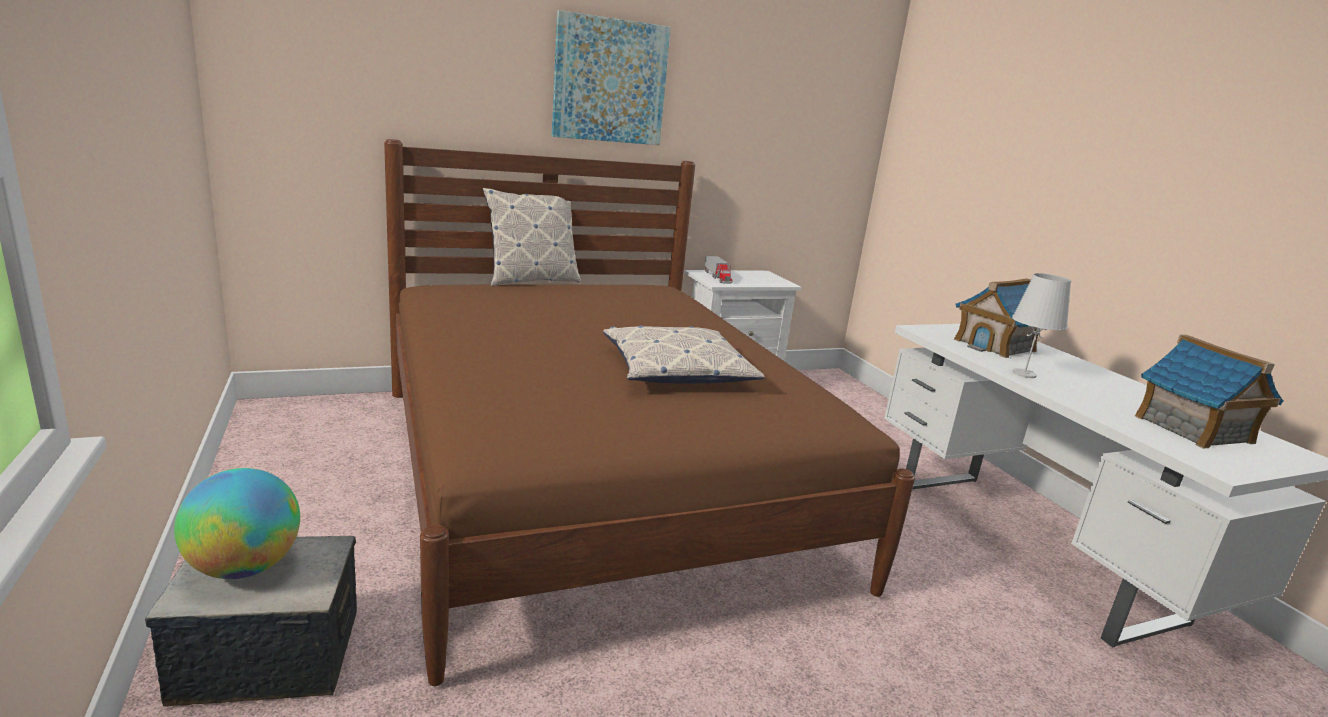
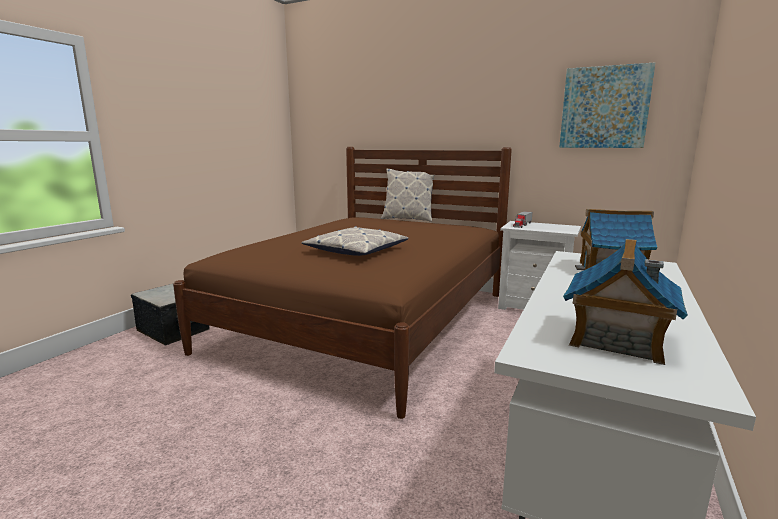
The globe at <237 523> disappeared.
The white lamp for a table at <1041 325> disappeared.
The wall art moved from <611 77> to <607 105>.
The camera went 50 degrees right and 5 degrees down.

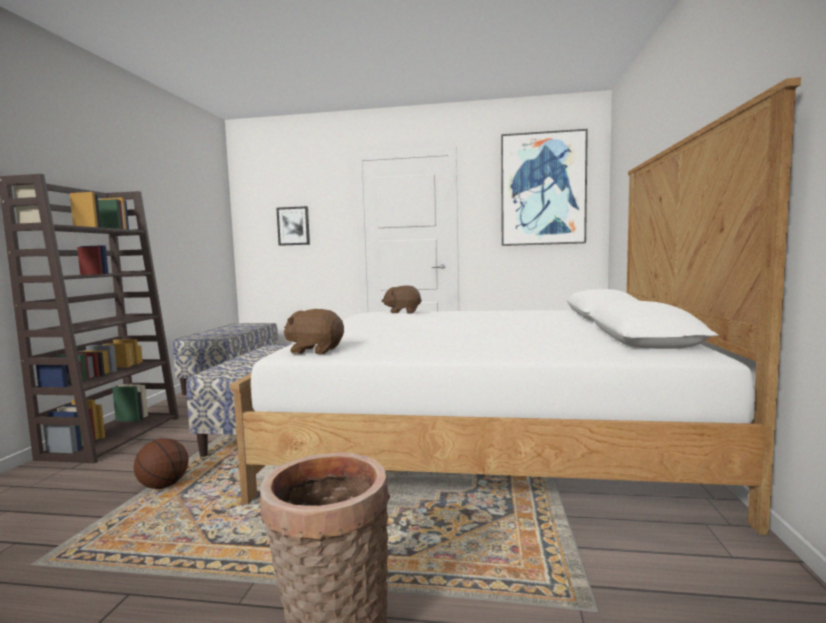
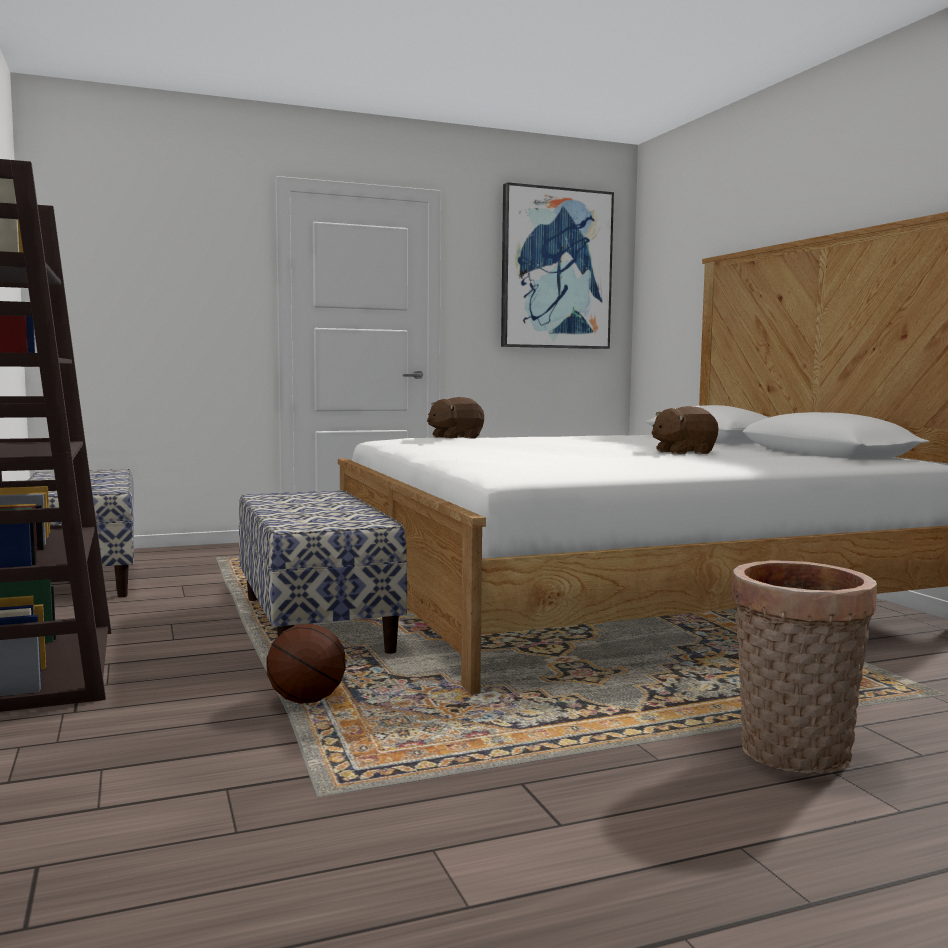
The wall art at <293 226> disappeared.
The brownish soft toy moved from <314 331> to <684 430>.
The camera went 30 degrees left and 0 degrees up.

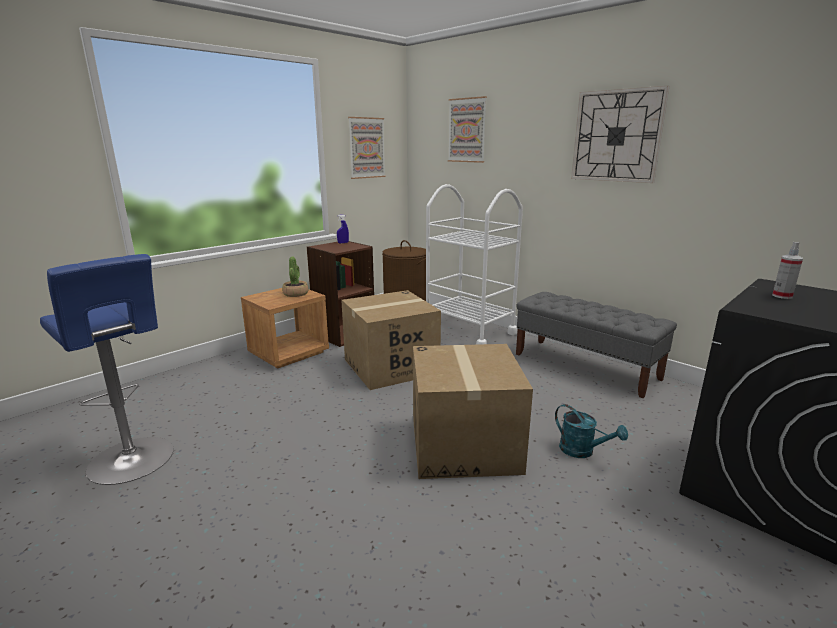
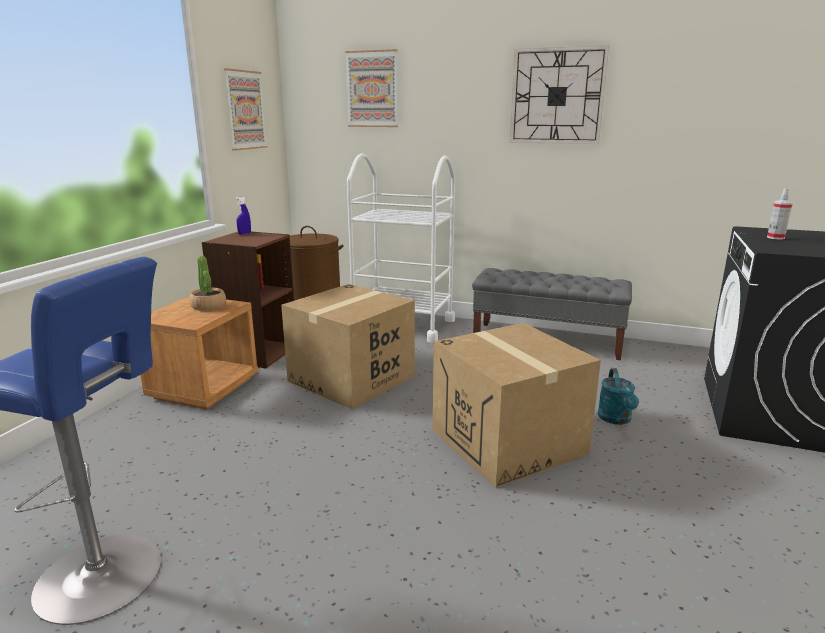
The turquoise sprinkling can at <591 431> turned 75 degrees clockwise.
The camera went 25 degrees left and 0 degrees up.

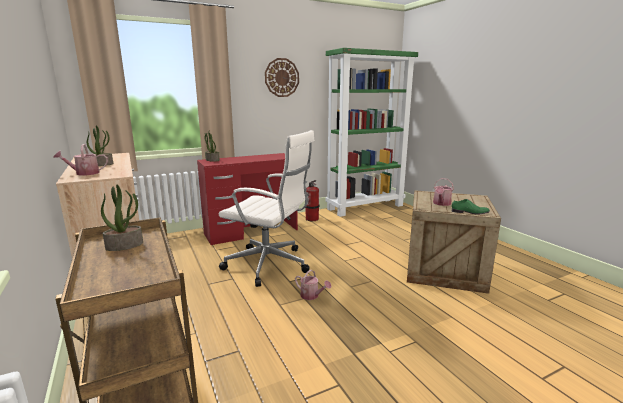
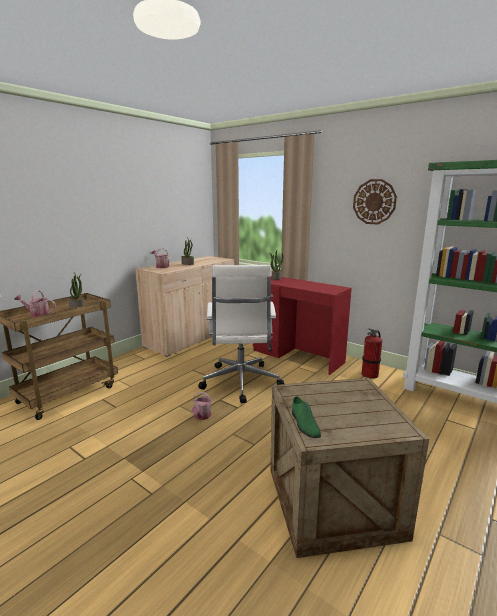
The sprinkling can moved from <443 192> to <35 304>.
The camera went 65 degrees right and 0 degrees up.

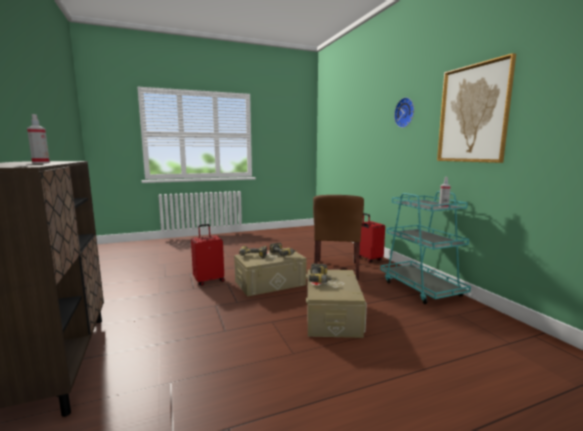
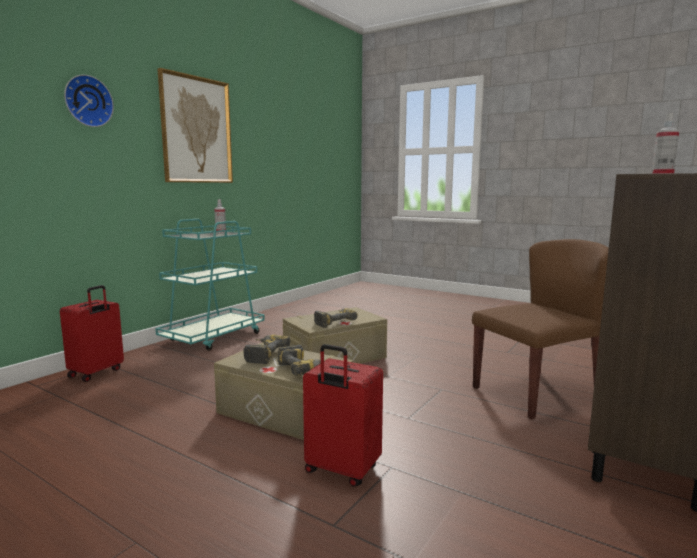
The brownish chair moved from <338 237> to <540 329>.
The camera went 125 degrees left and 0 degrees up.

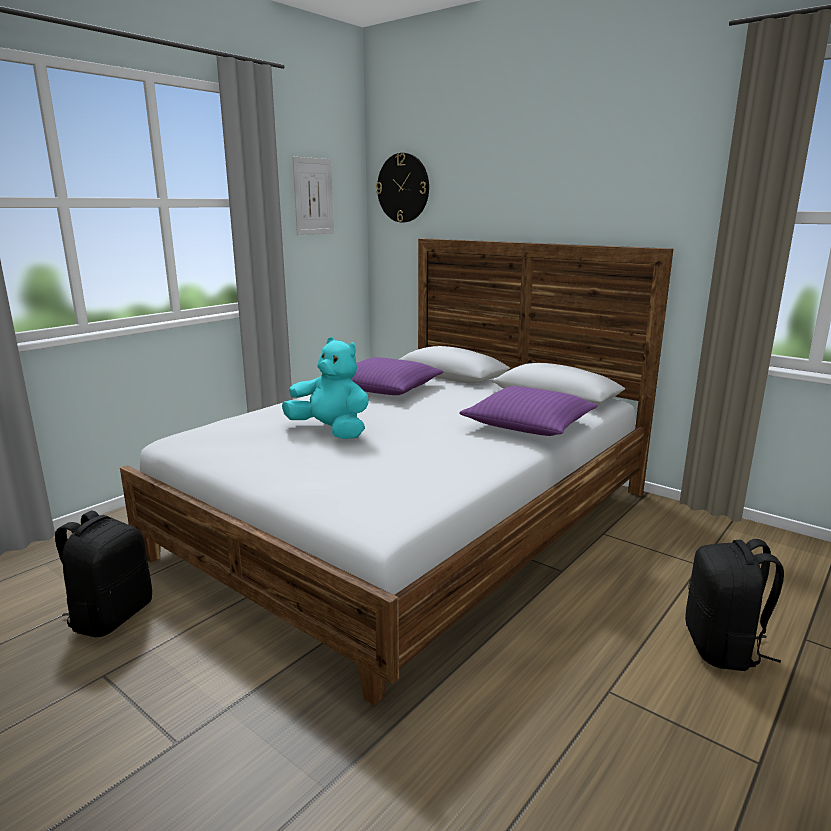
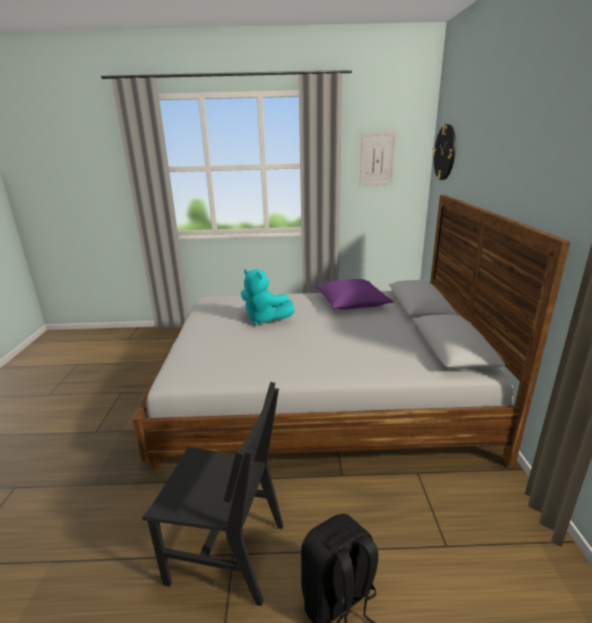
The black-coloured knapsack at <103 574> disappeared.
The purplish cushion at <528 411> disappeared.
The black-coloured chair at <212 494> appeared.
The turquoise soft toy at <325 388> turned 135 degrees clockwise.
The camera went 50 degrees right and 5 degrees up.

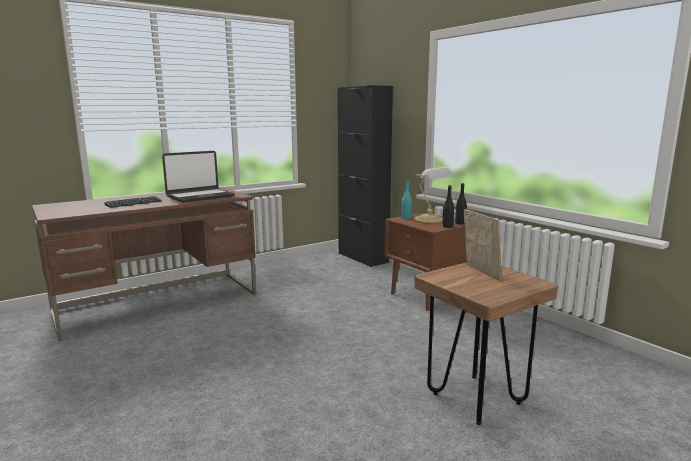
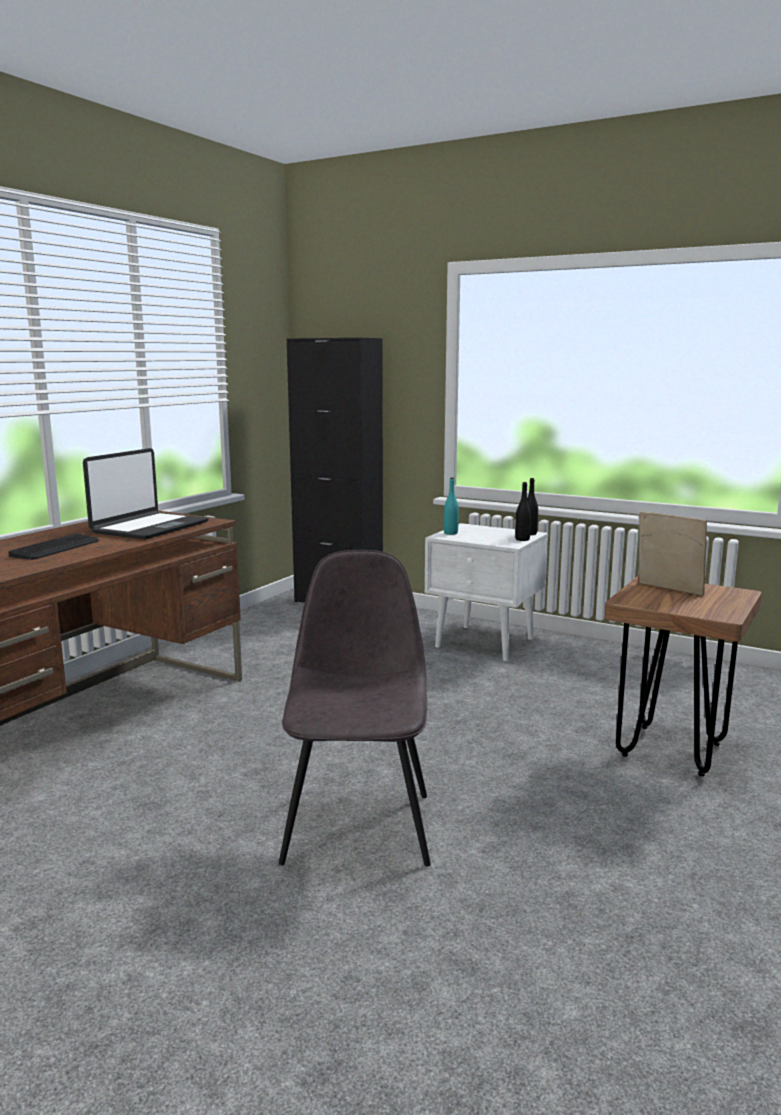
The lamp for a table at <434 195> disappeared.
The grey chair at <355 708> appeared.
The brownish bedside table at <425 261> became the white bedside table at <486 592>.
The camera went 25 degrees left and 0 degrees up.

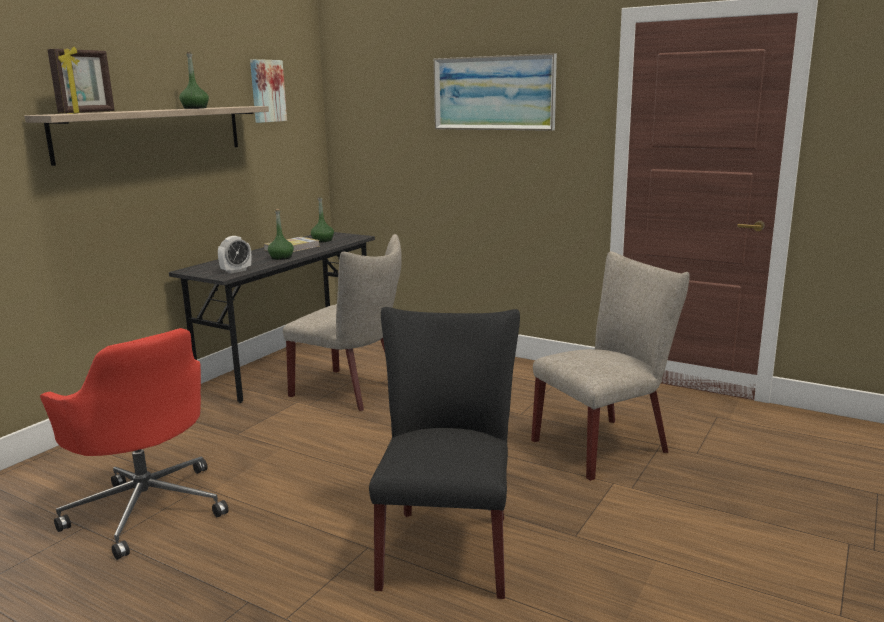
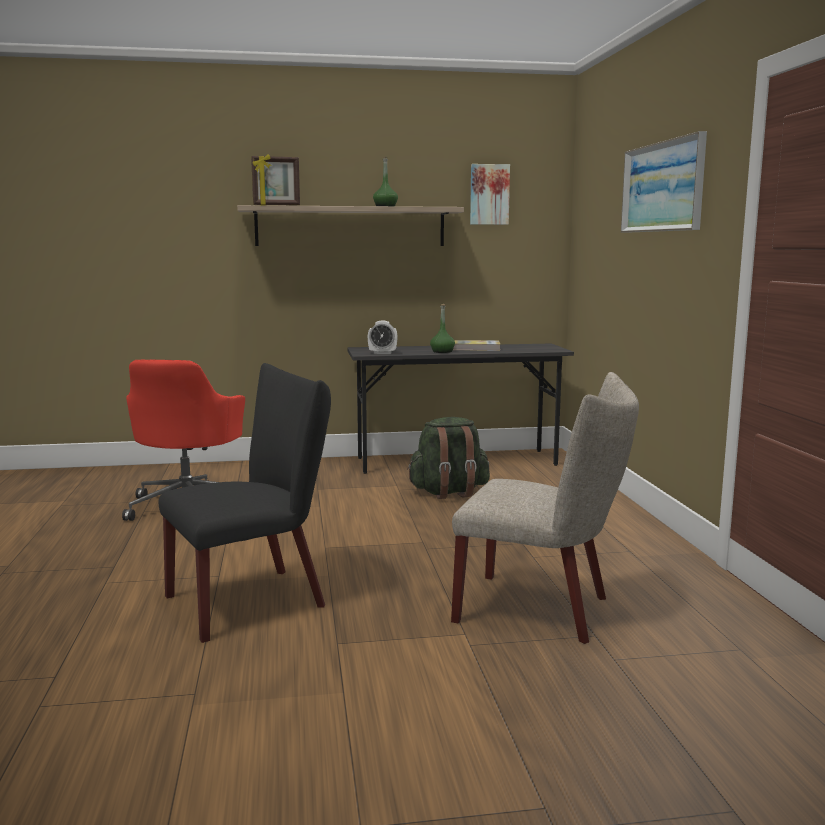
The green-coloured beverage bottle at <322 219> disappeared.
The beige chair at <342 322> was replaced by the green-coloured knapsack at <448 458>.
The camera went 50 degrees right and 5 degrees down.

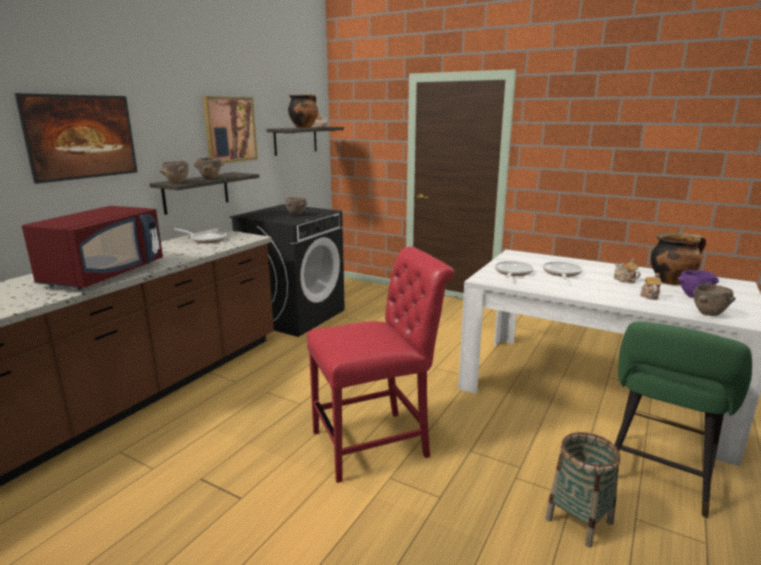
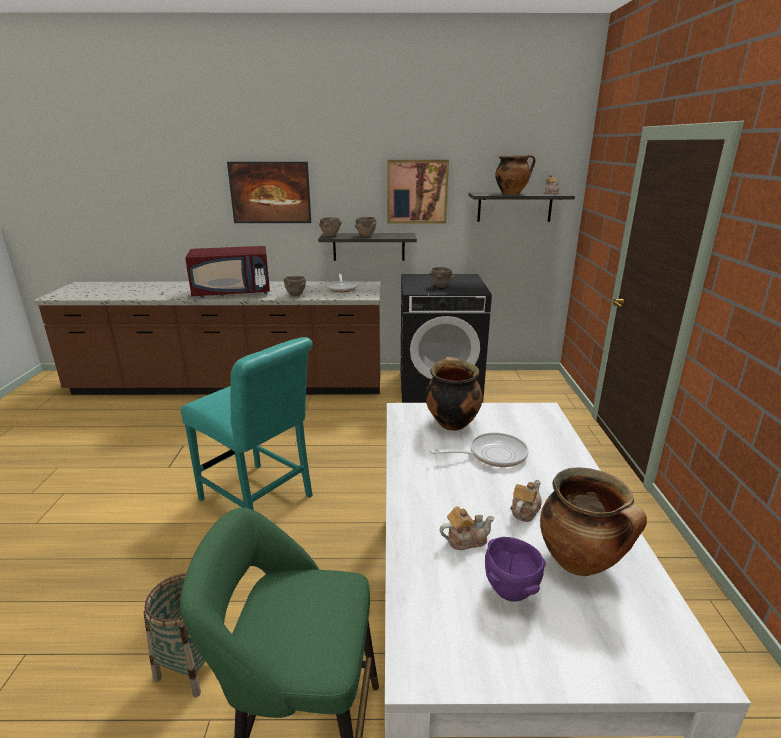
The brownish serving bowl moved from <714 300> to <294 286>.
The frying pan at <514 269> was replaced by the saucepot at <453 394>.
The reddish chair at <380 364> became the turquoise chair at <247 423>.
The camera went 60 degrees right and 5 degrees up.

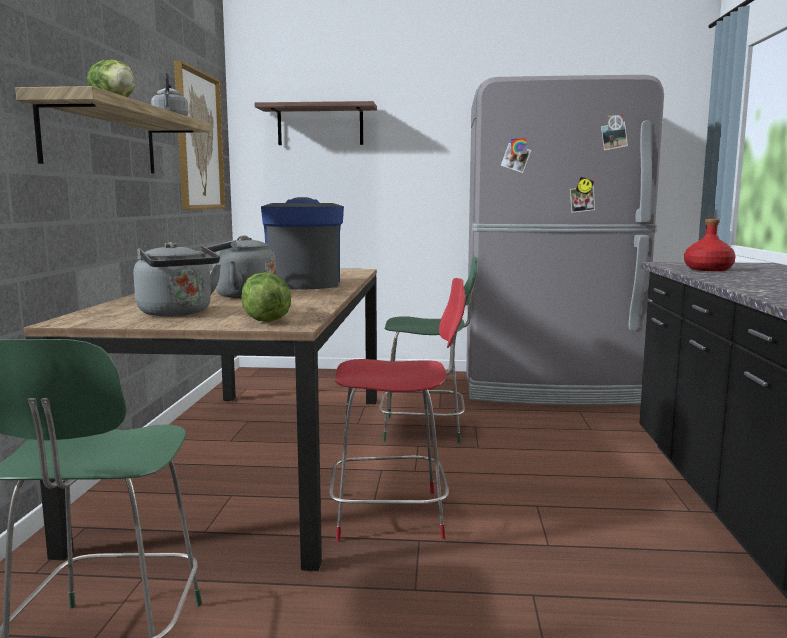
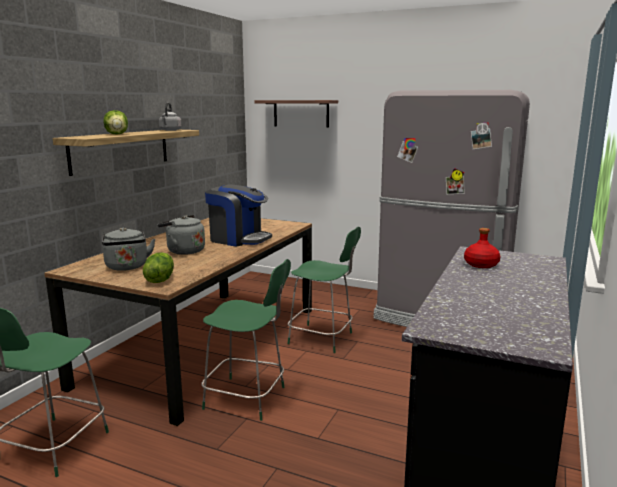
The wall art at <200 135> disappeared.
The reddish chair at <397 409> became the green-coloured chair at <246 340>.
The coffee maker at <302 243> turned 105 degrees clockwise.
The camera went 20 degrees right and 5 degrees up.

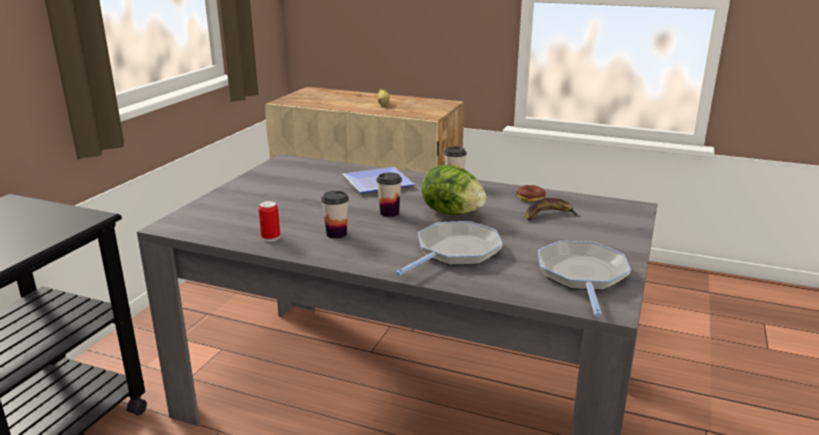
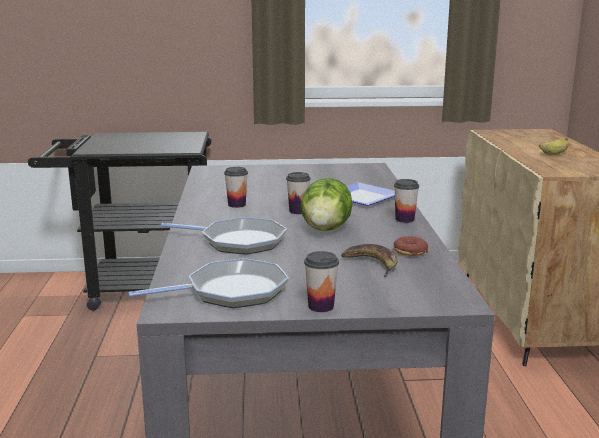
The sealed can at <269 221> disappeared.
The cup at <321 281> appeared.
The camera went 65 degrees right and 5 degrees down.

